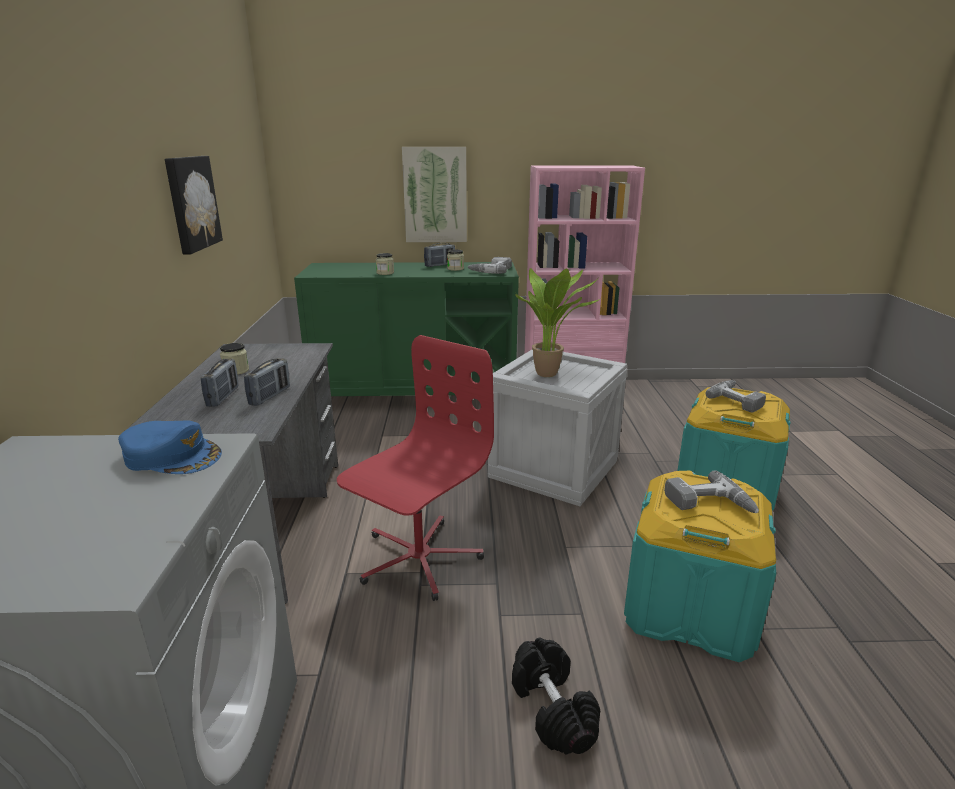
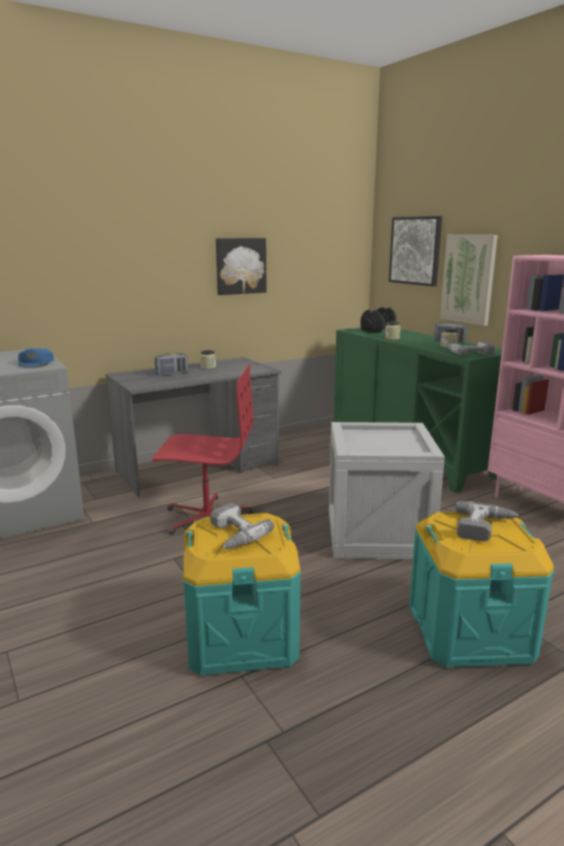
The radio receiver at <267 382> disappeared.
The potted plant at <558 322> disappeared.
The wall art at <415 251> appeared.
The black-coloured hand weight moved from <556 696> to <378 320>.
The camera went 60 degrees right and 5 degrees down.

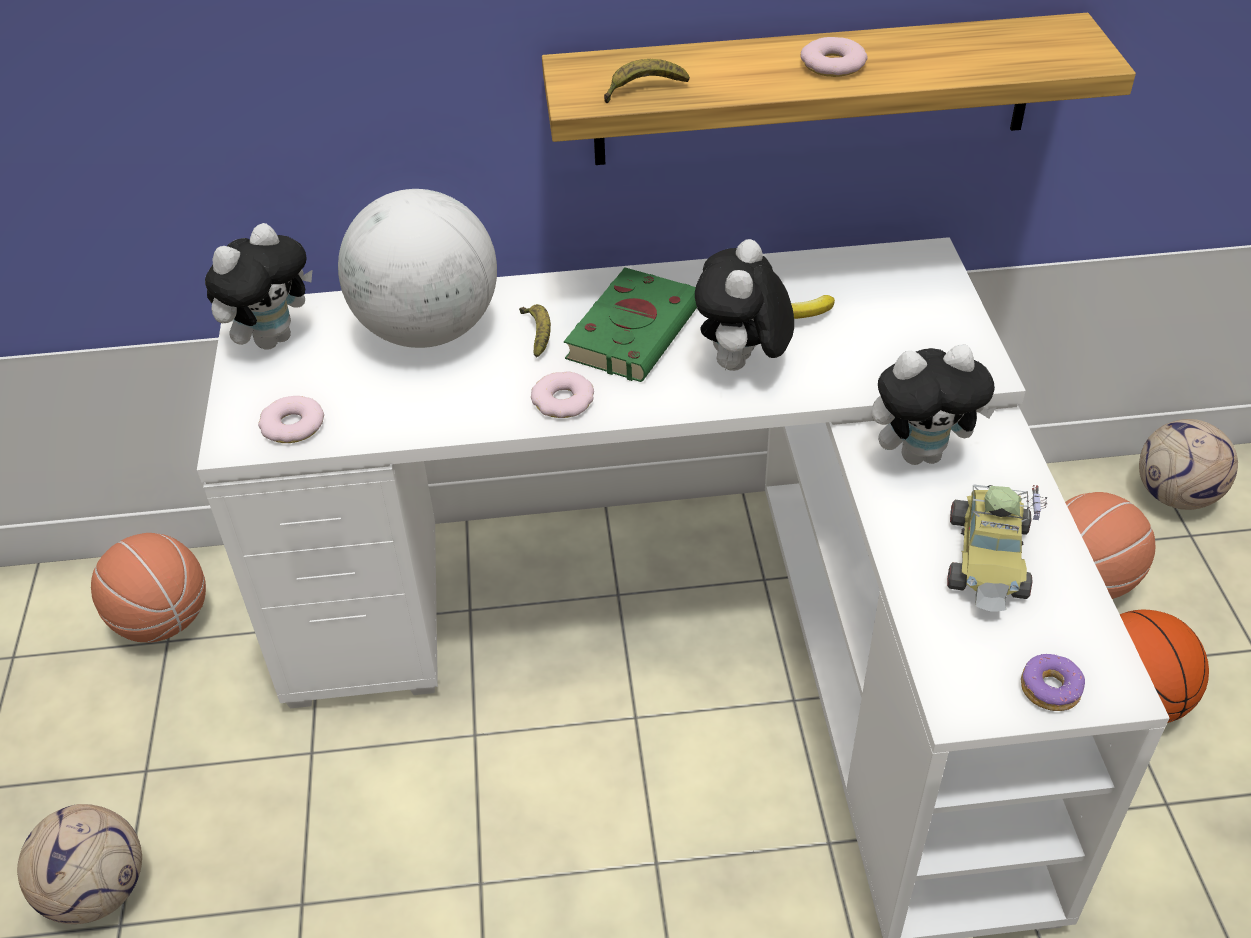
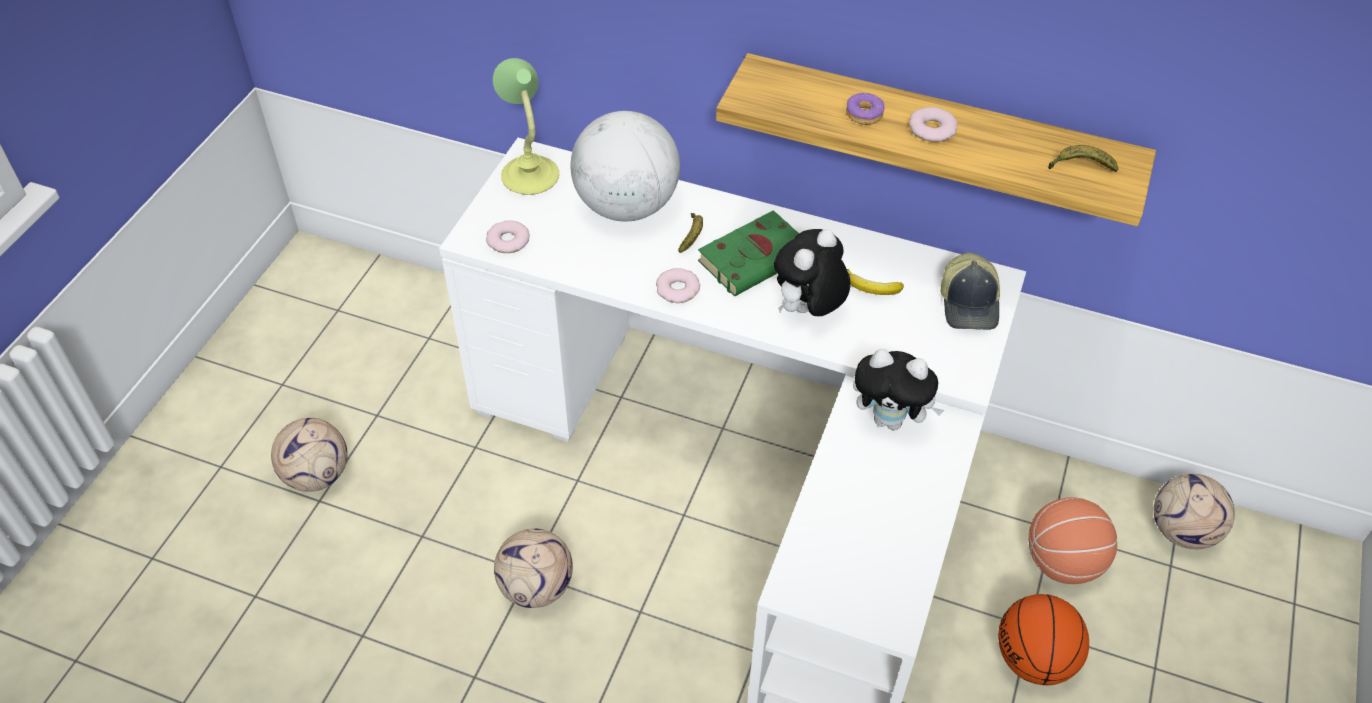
The basketball at <148 588> disappeared.
The model car at <997 547> disappeared.
The football ball at <533 568> appeared.
The peaked cap at <970 291> appeared.
The banana fruit moved from <647 81> to <1083 158>.
The doughnut moved from <1053 682> to <865 109>.
The soft toy at <259 286> was replaced by the lamp for a table at <526 126>.
The camera went 25 degrees right and 5 degrees up.

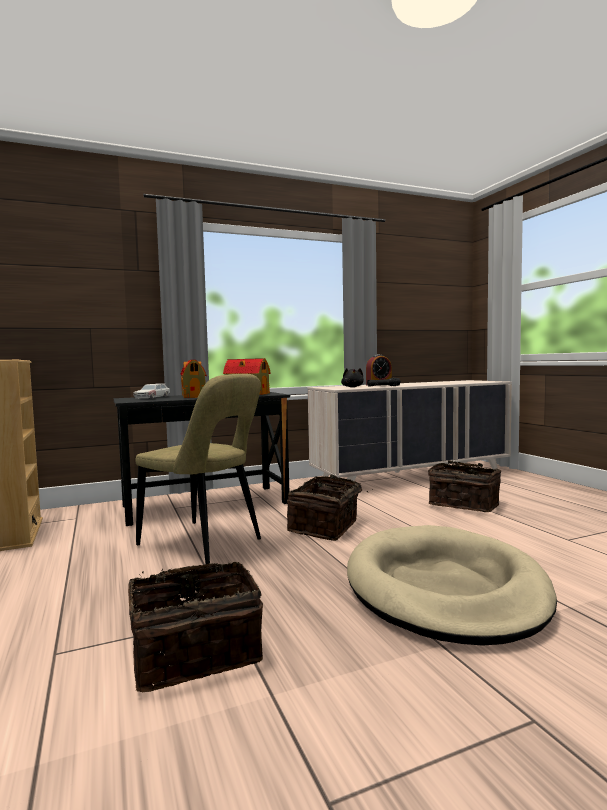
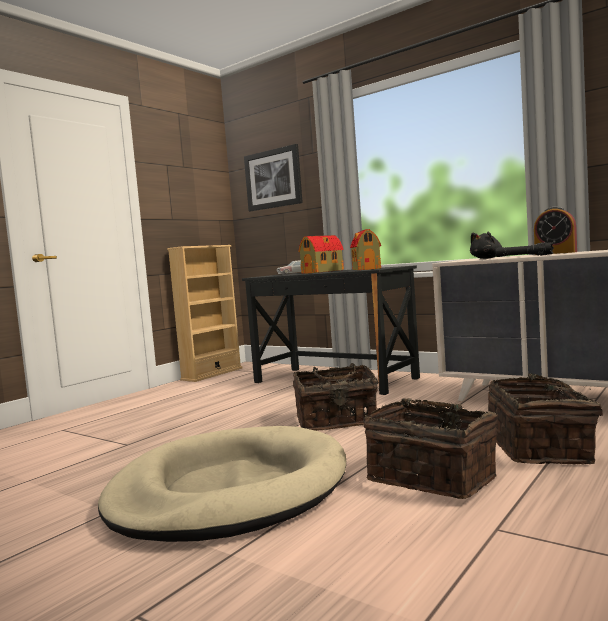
The beige chair at <198 469> disappeared.
The wall art at <273 177> appeared.
The household basket moved from <195 627> to <430 448>.
The camera went 60 degrees right and 0 degrees up.

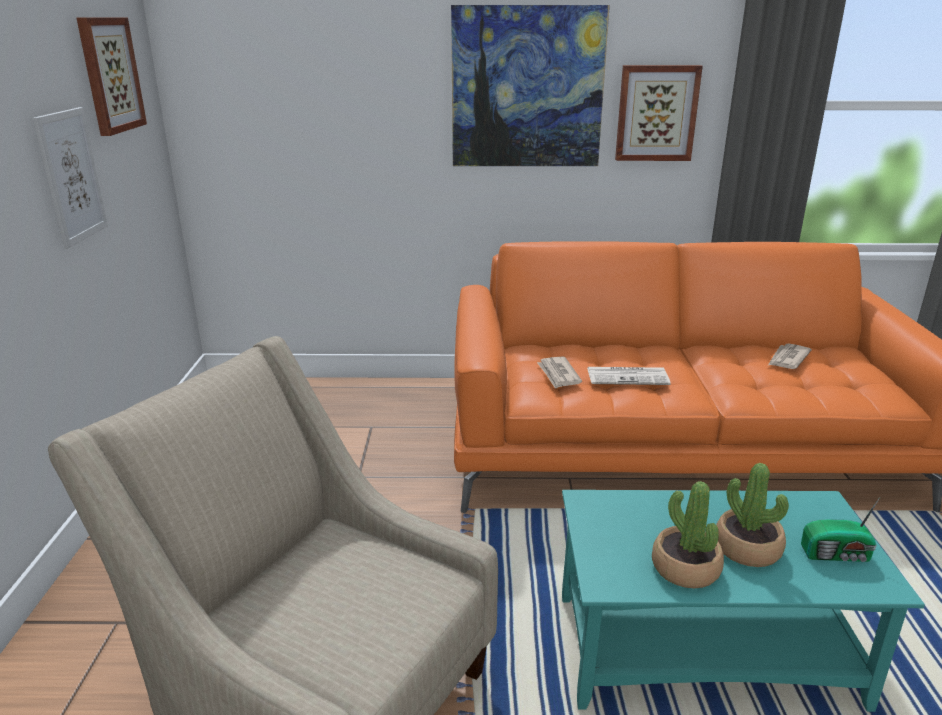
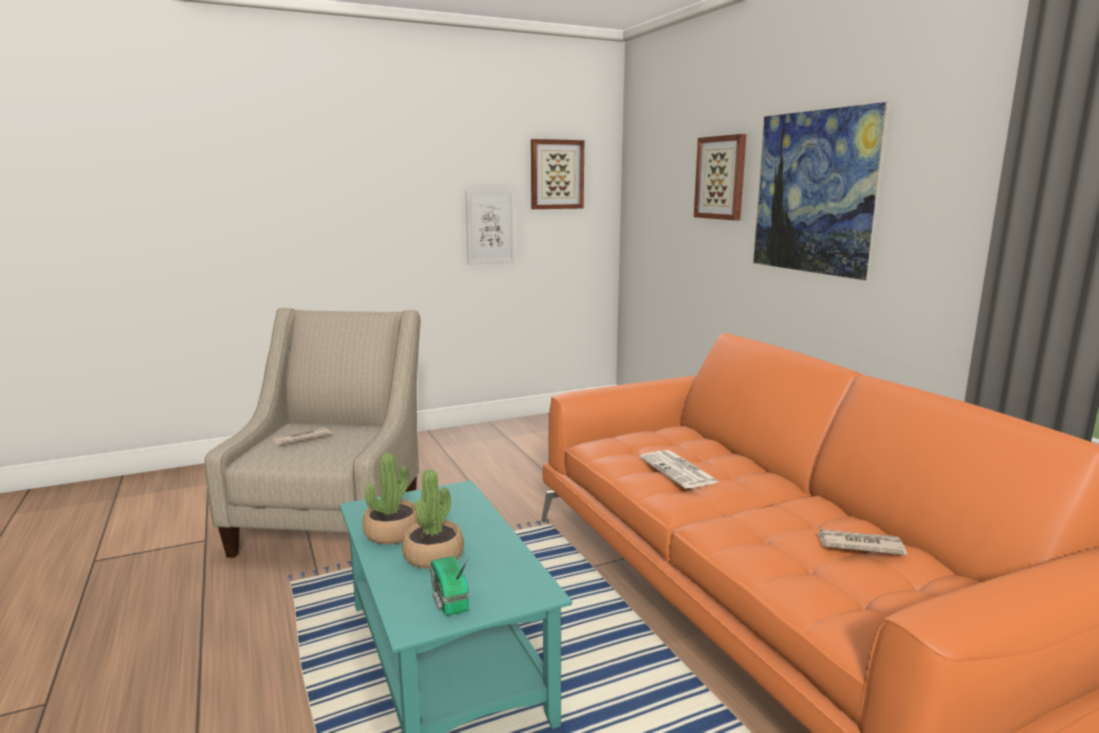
The printed paper moved from <559 373> to <301 436>.
The wall art moved from <659 113> to <720 177>.
The camera went 65 degrees right and 10 degrees down.

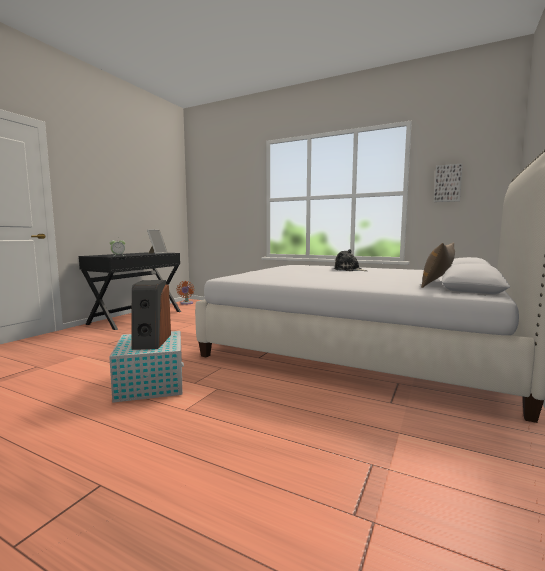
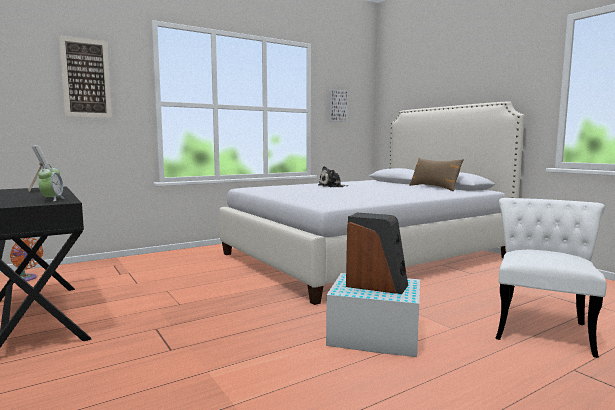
The wall art at <85 76> appeared.
The white chair at <551 278> appeared.
The camera went 60 degrees left and 0 degrees up.

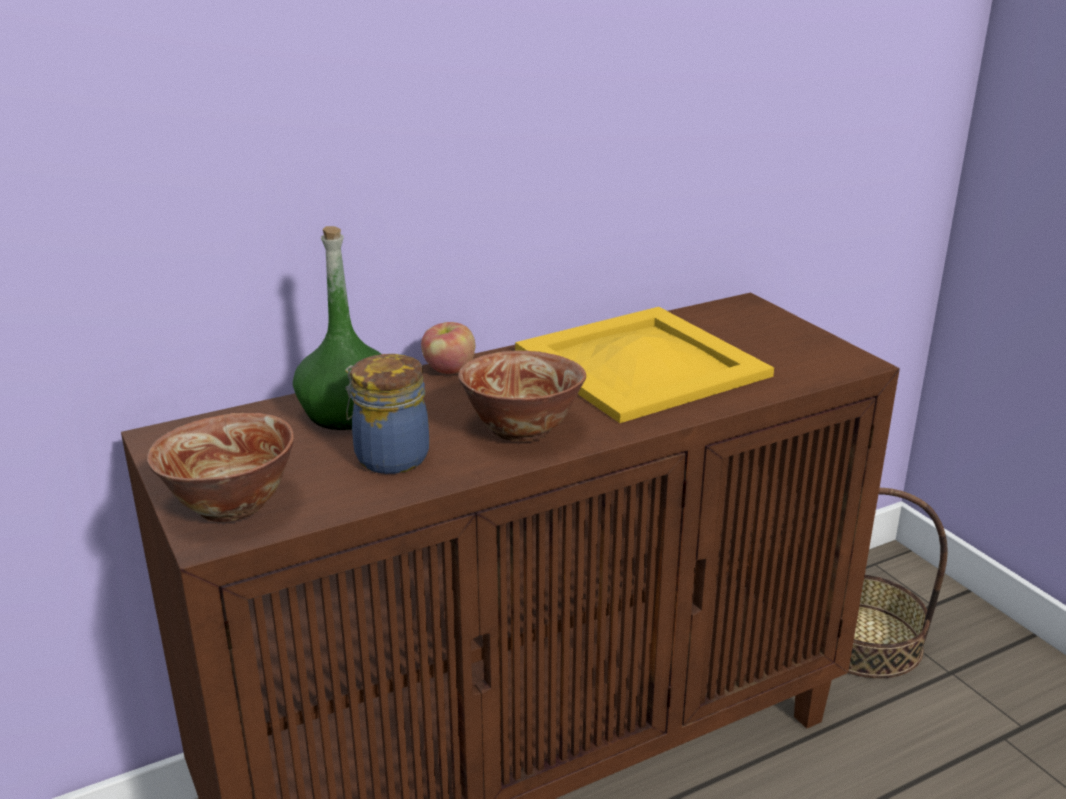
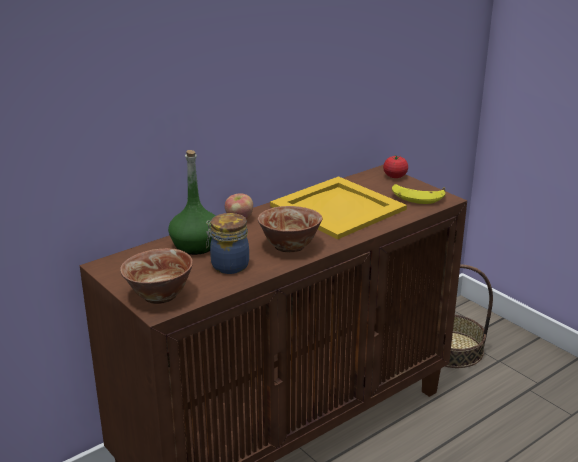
The fresh tomato at <395 167> appeared.
The banana fruit at <419 194> appeared.
The camera went 10 degrees left and 0 degrees up.

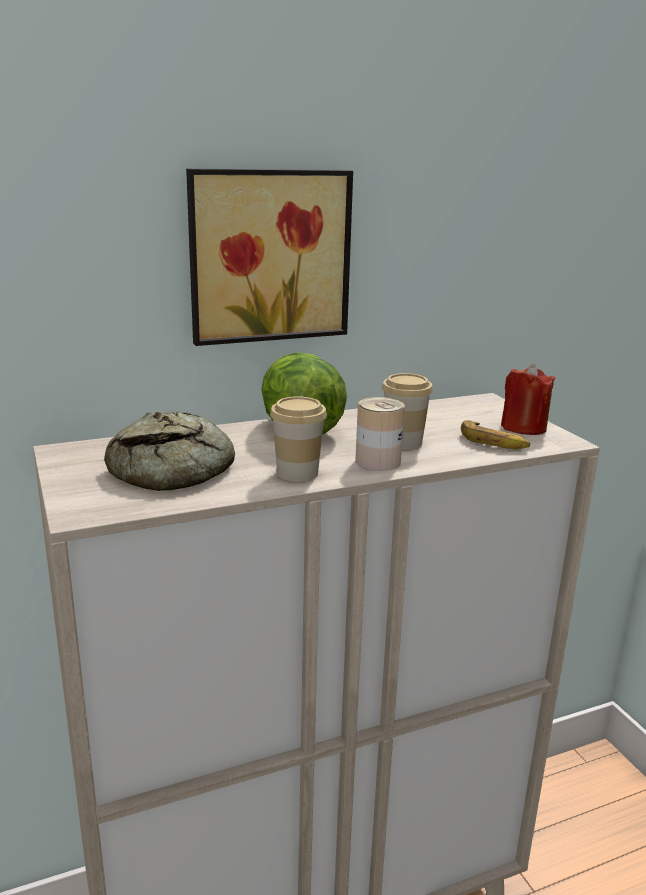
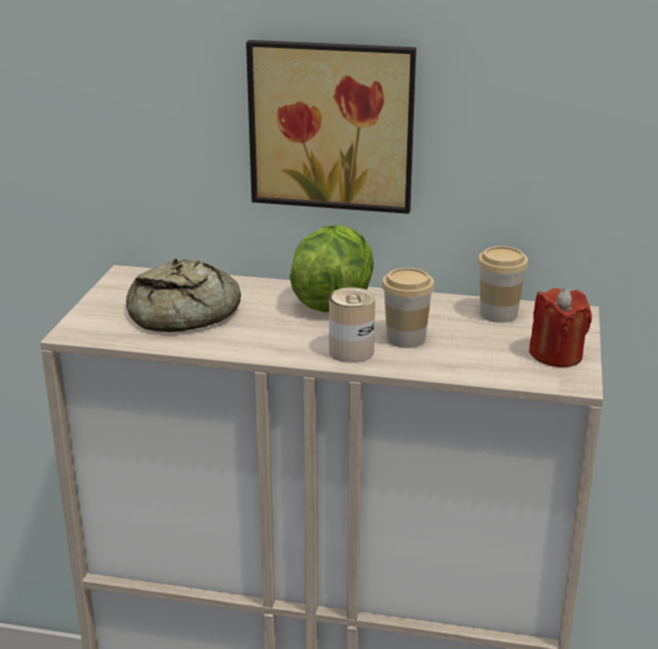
The banana fruit at <495 434> disappeared.
The cup moved from <298 439> to <502 284>.
The camera went 35 degrees right and 5 degrees up.

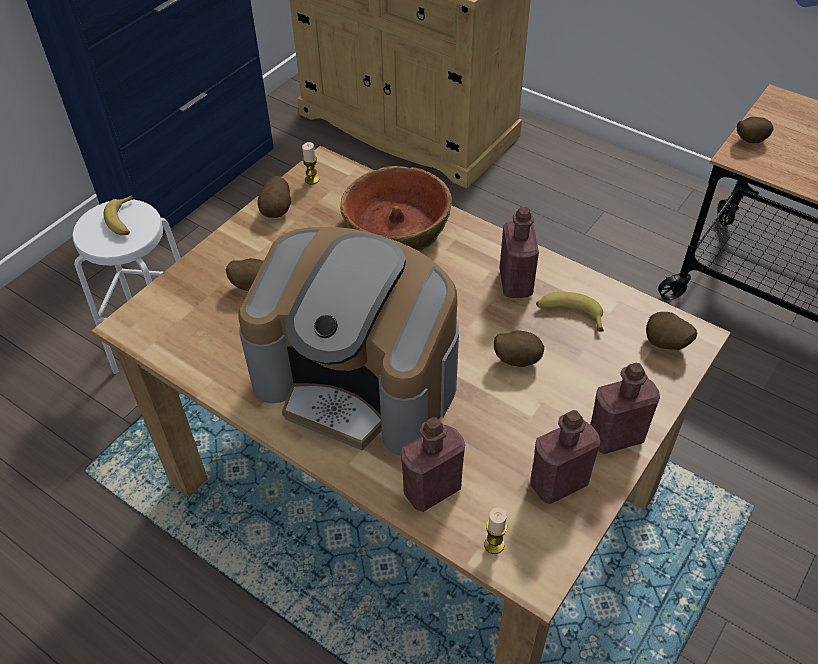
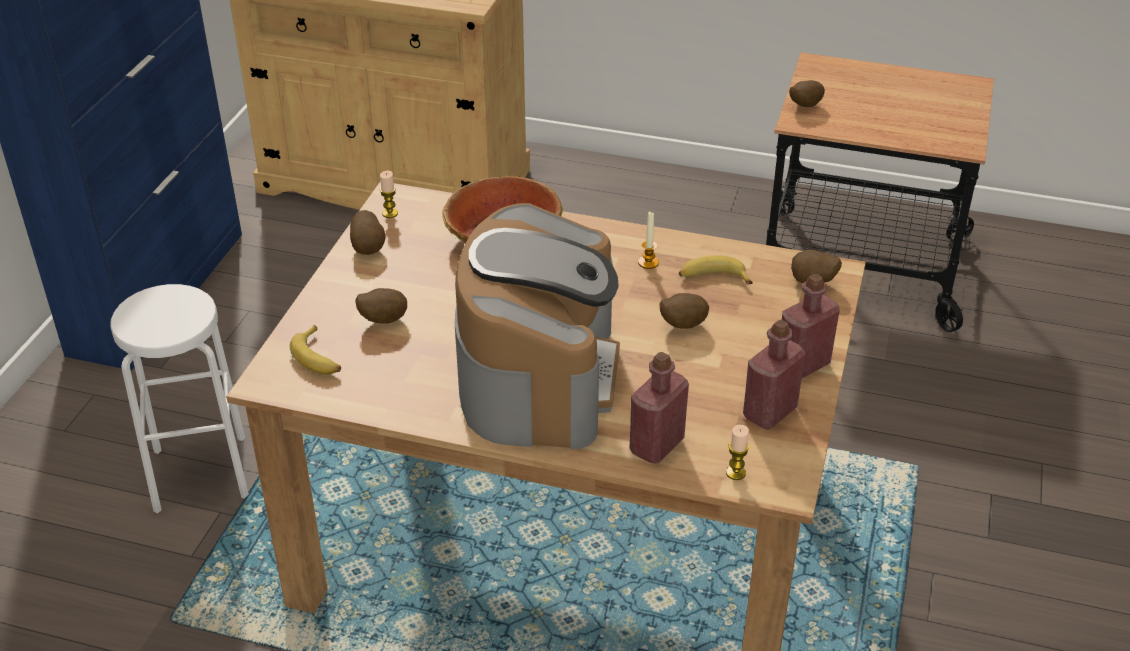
The banana fruit moved from <118 215> to <315 350>.
The reddish beverage bottle at <519 252> was replaced by the candle at <648 240>.
The coffee maker at <348 341> turned 90 degrees counterclockwise.
The camera went 20 degrees left and 10 degrees down.

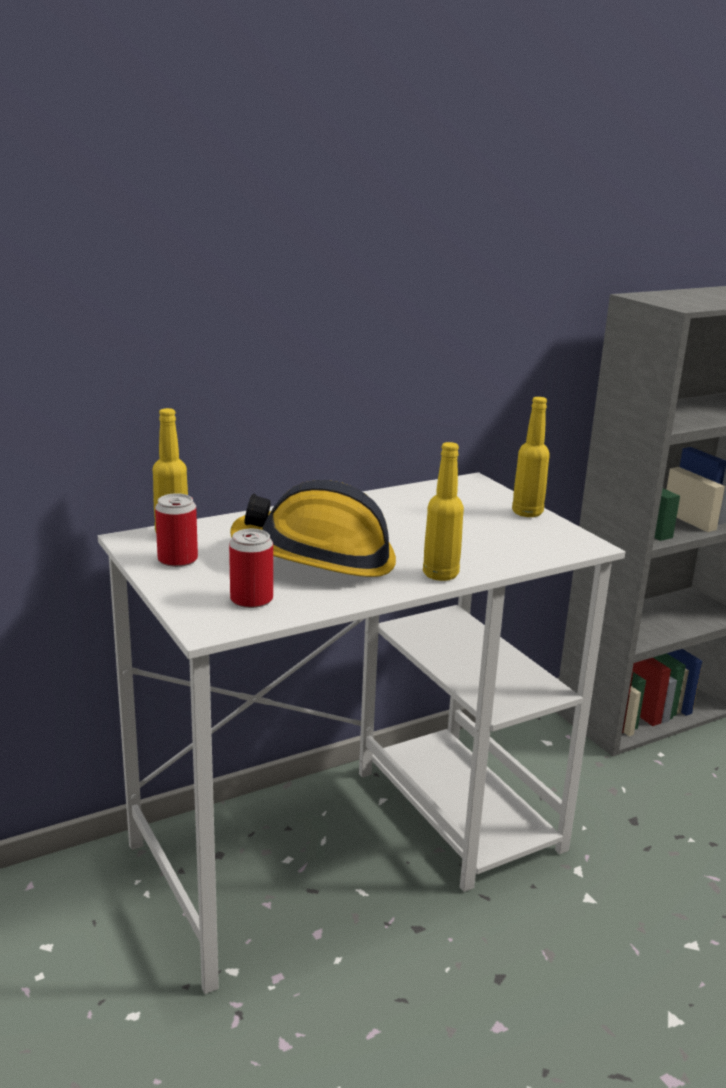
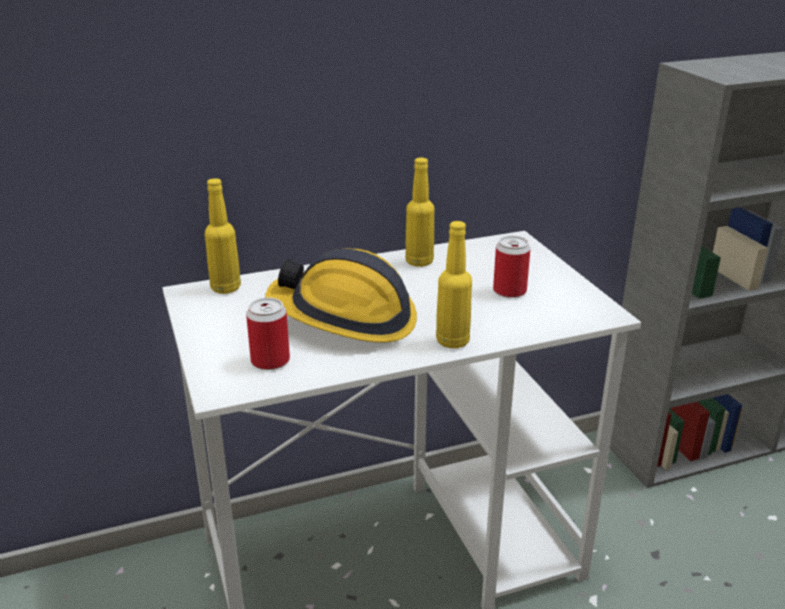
The sealed can moved from <176 530> to <512 266>.
The yellowish beverage bottle moved from <531 457> to <420 212>.
The camera went 10 degrees right and 5 degrees up.

